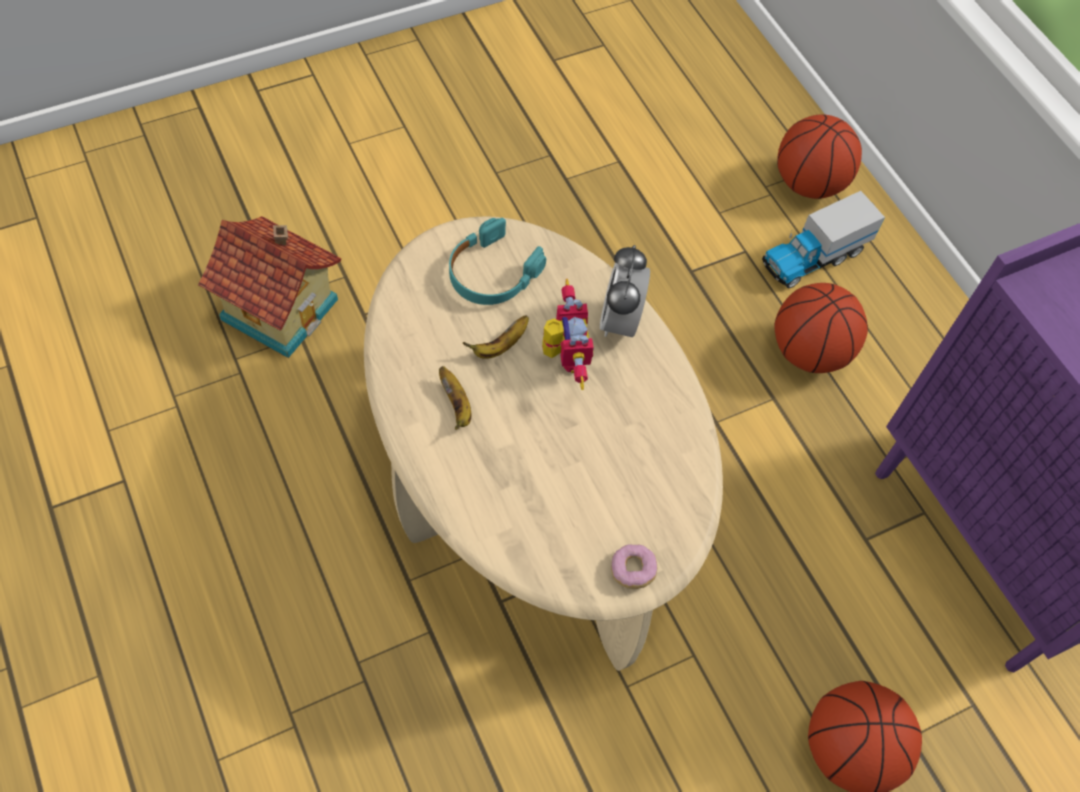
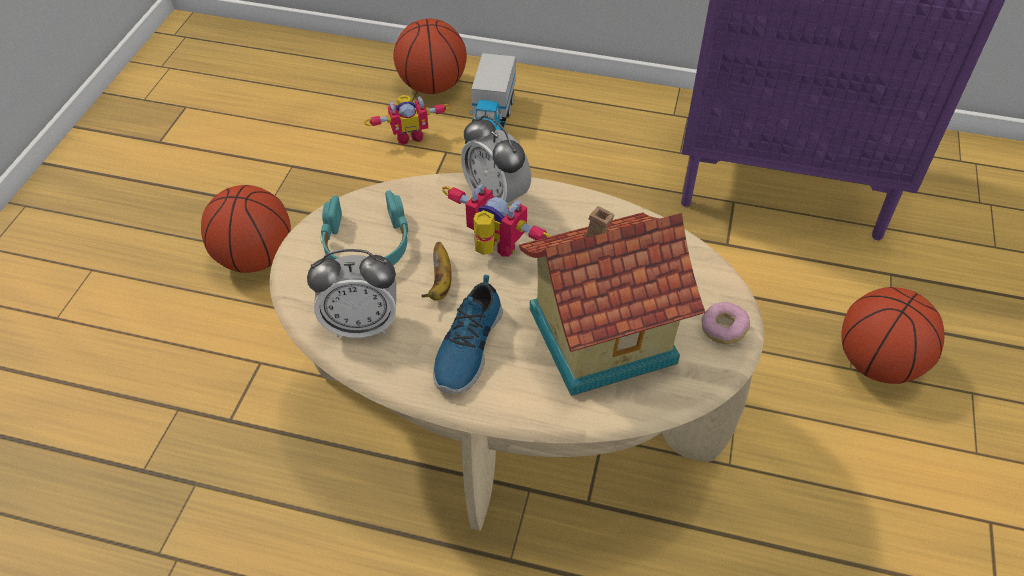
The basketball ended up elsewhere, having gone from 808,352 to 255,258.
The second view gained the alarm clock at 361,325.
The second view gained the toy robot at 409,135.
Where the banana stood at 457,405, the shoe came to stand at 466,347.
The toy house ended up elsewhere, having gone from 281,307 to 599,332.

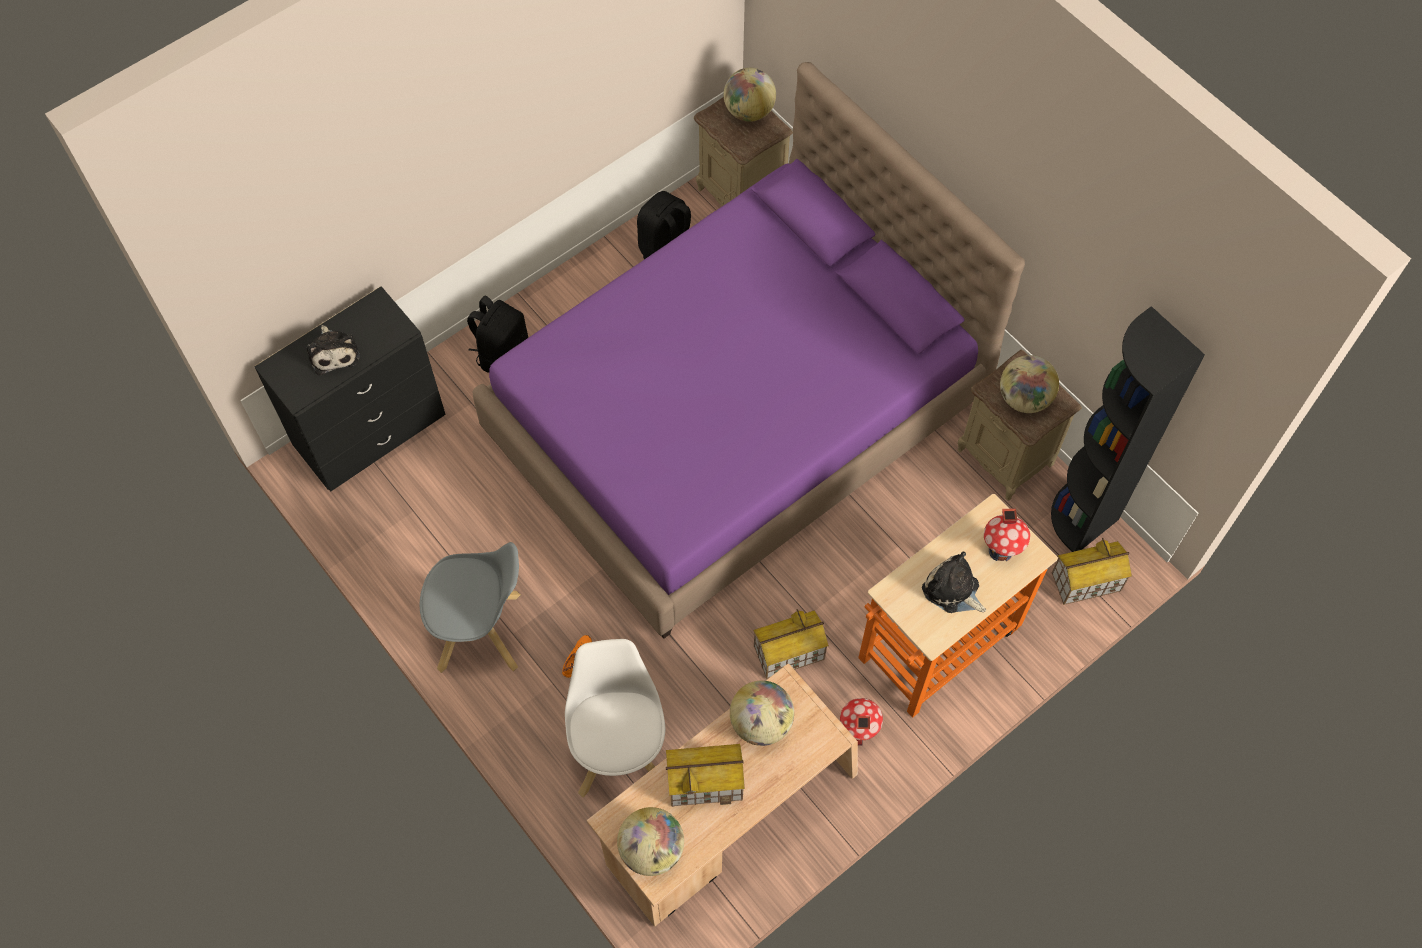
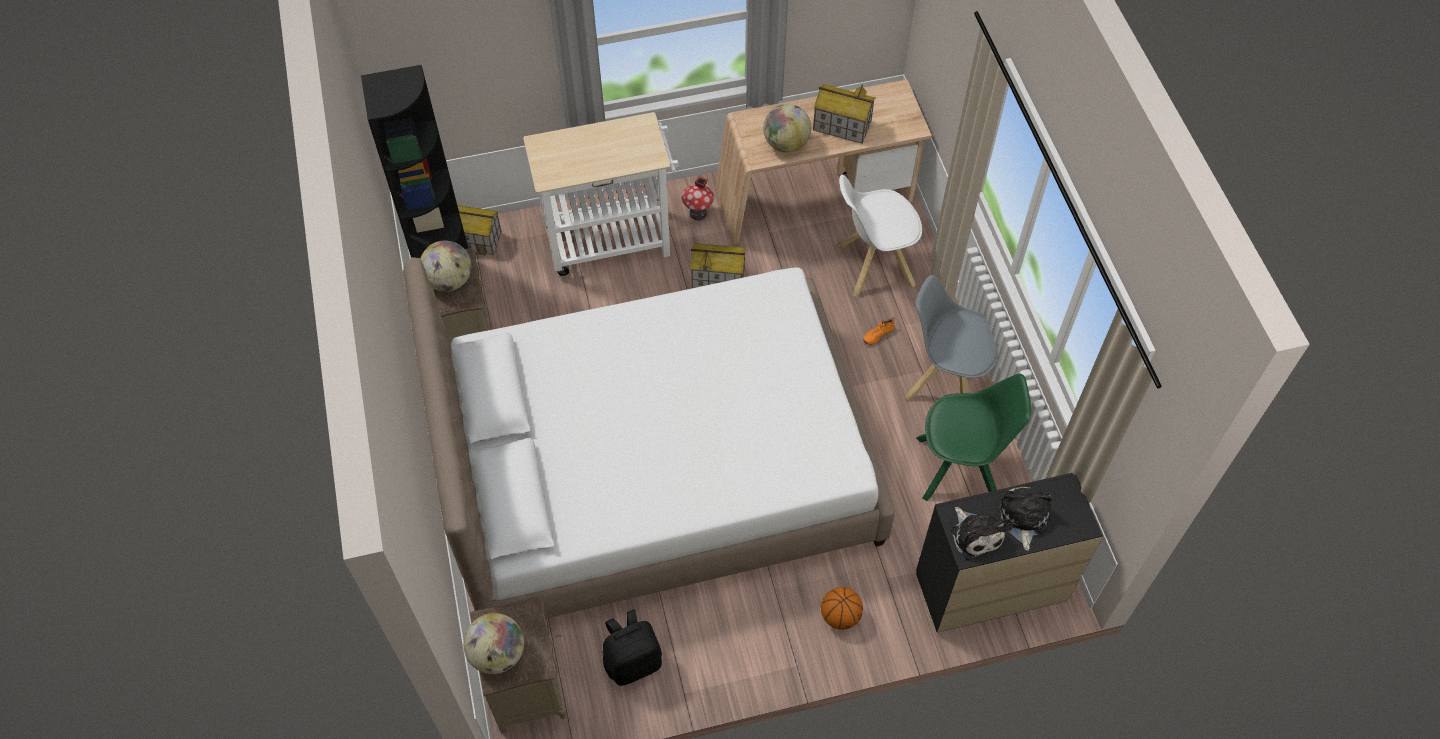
What was the purple bed at 736,415 turned into the white bed at 657,468.
What was the orange cart at 936,646 turned into the white cart at 610,241.
Where the black backpack stood at 502,353, the basketball came to stand at 840,616.
The white chair at 619,748 ended up facing another way, 60 degrees clockwise from before.
The second view gained the green chair at 960,468.
The plush toy ended up elsewhere, having gone from 952,590 to 975,535.
The second view lost the globe at 652,850.
The second view lost the toy house at 1000,550.

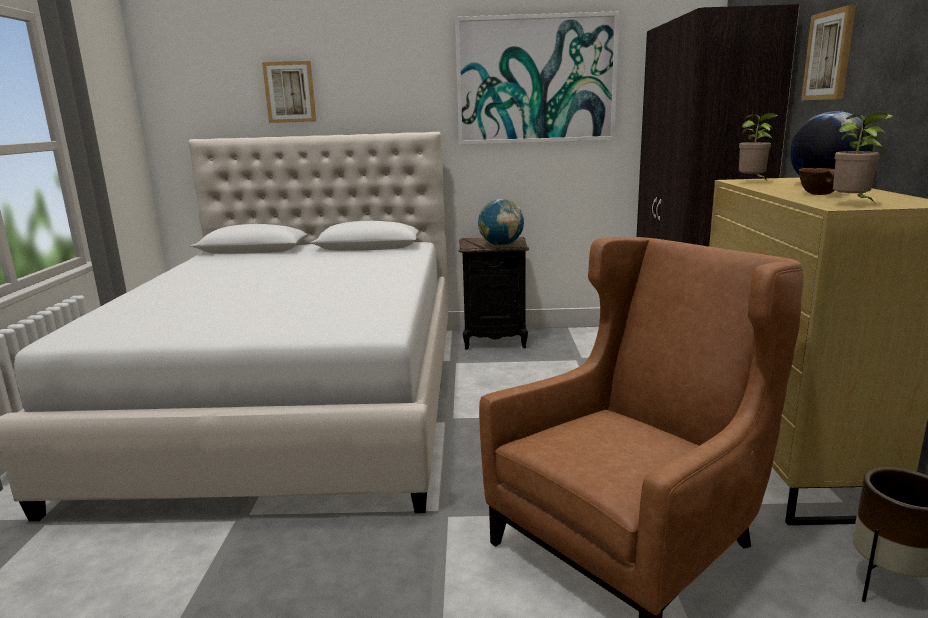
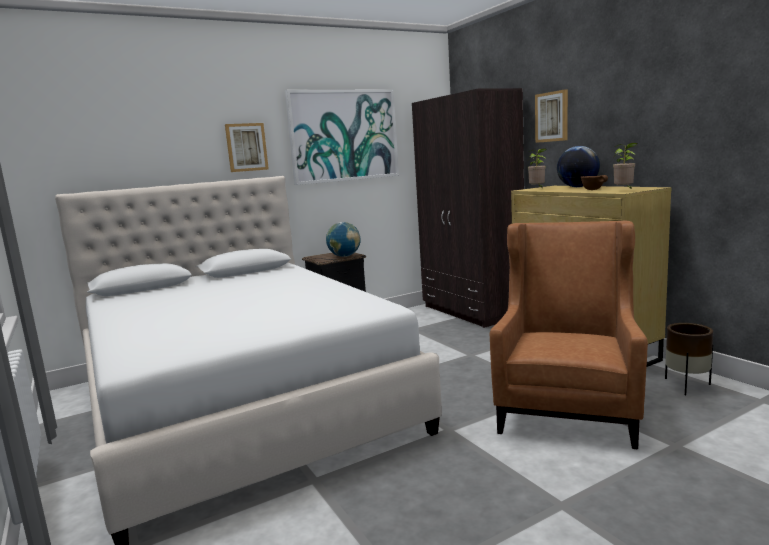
The picture ended up elsewhere, having gone from 290,92 to 246,147.

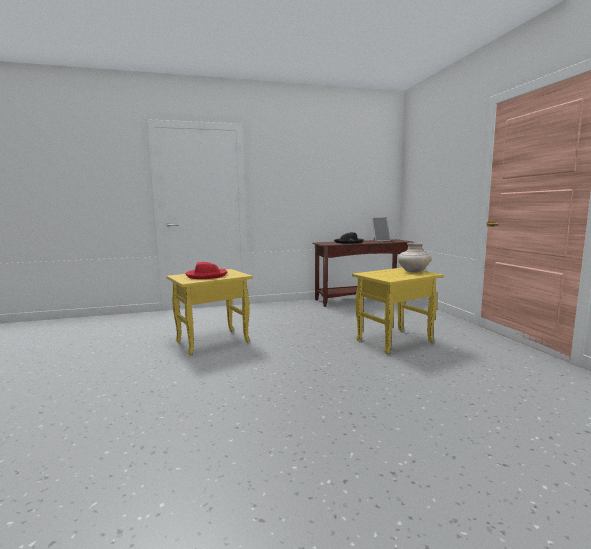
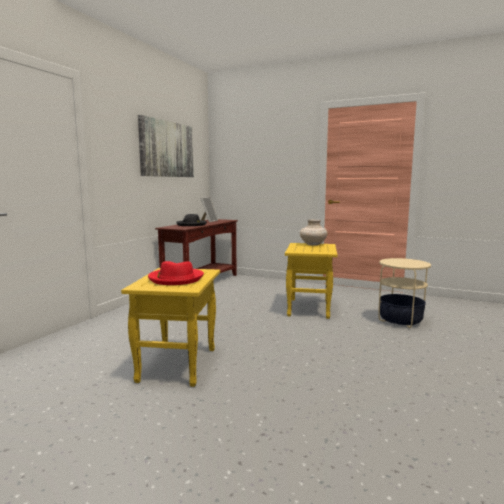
The second view gained the picture at 167,149.
The second view gained the beige side table at 400,321.

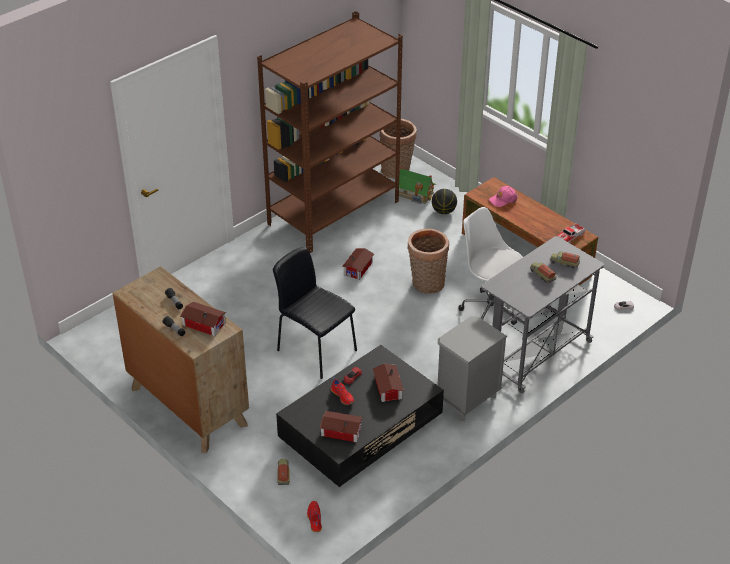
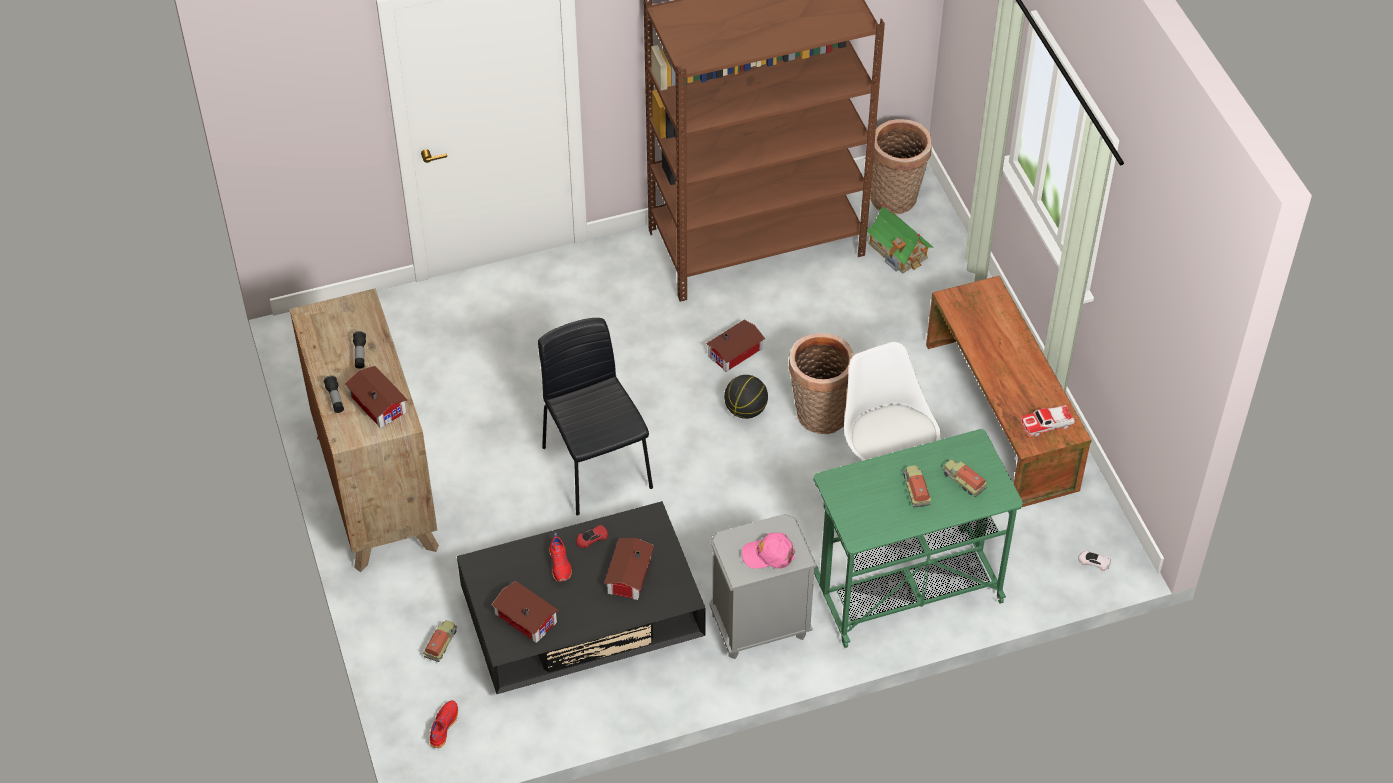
The basketball ended up elsewhere, having gone from 444,211 to 746,410.
The pink cap ended up elsewhere, having gone from 503,199 to 768,554.
What was the grey desk at 534,353 turned into the green desk at 905,588.

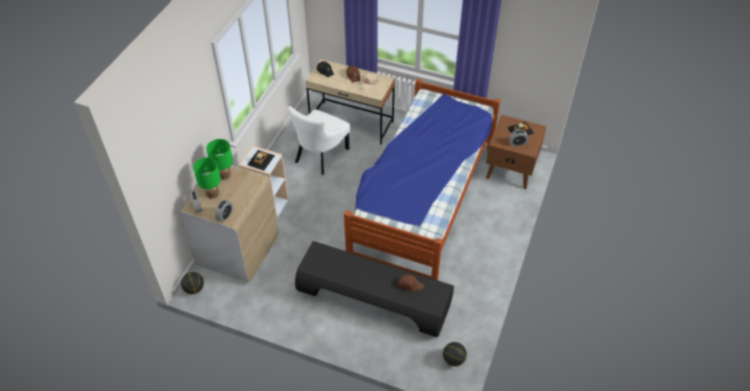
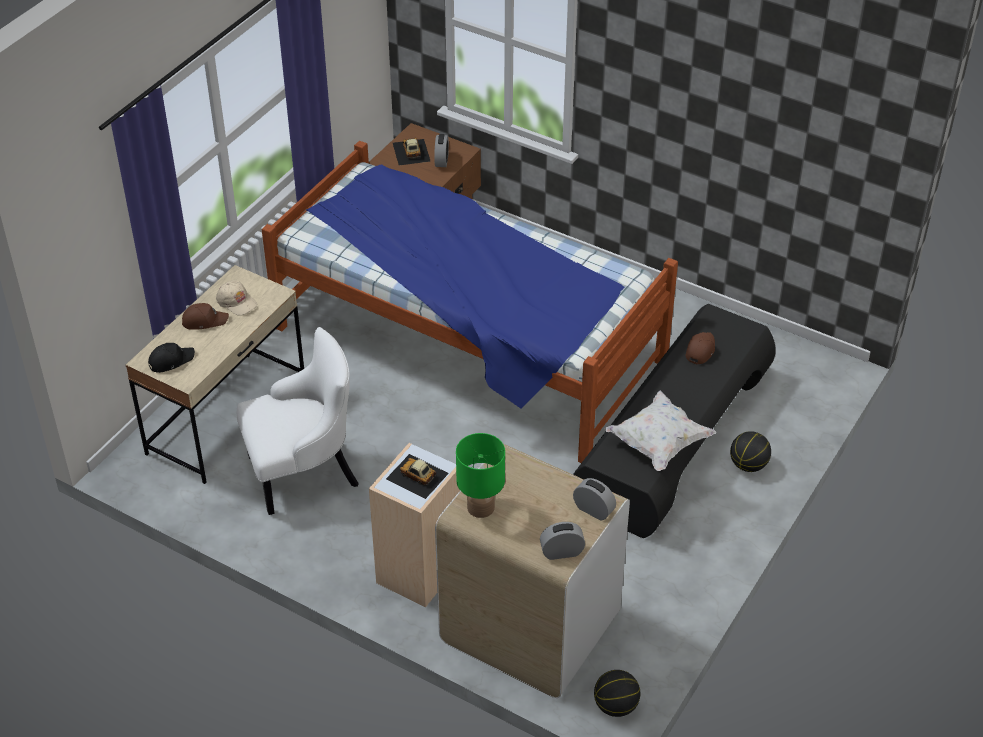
The white chair at 321,154 ended up facing another way, 60 degrees counterclockwise from before.
The second view gained the white pillow at 658,443.
The basketball ended up elsewhere, having gone from 453,359 to 748,465.
The second view lost the green table lamp at 212,193.

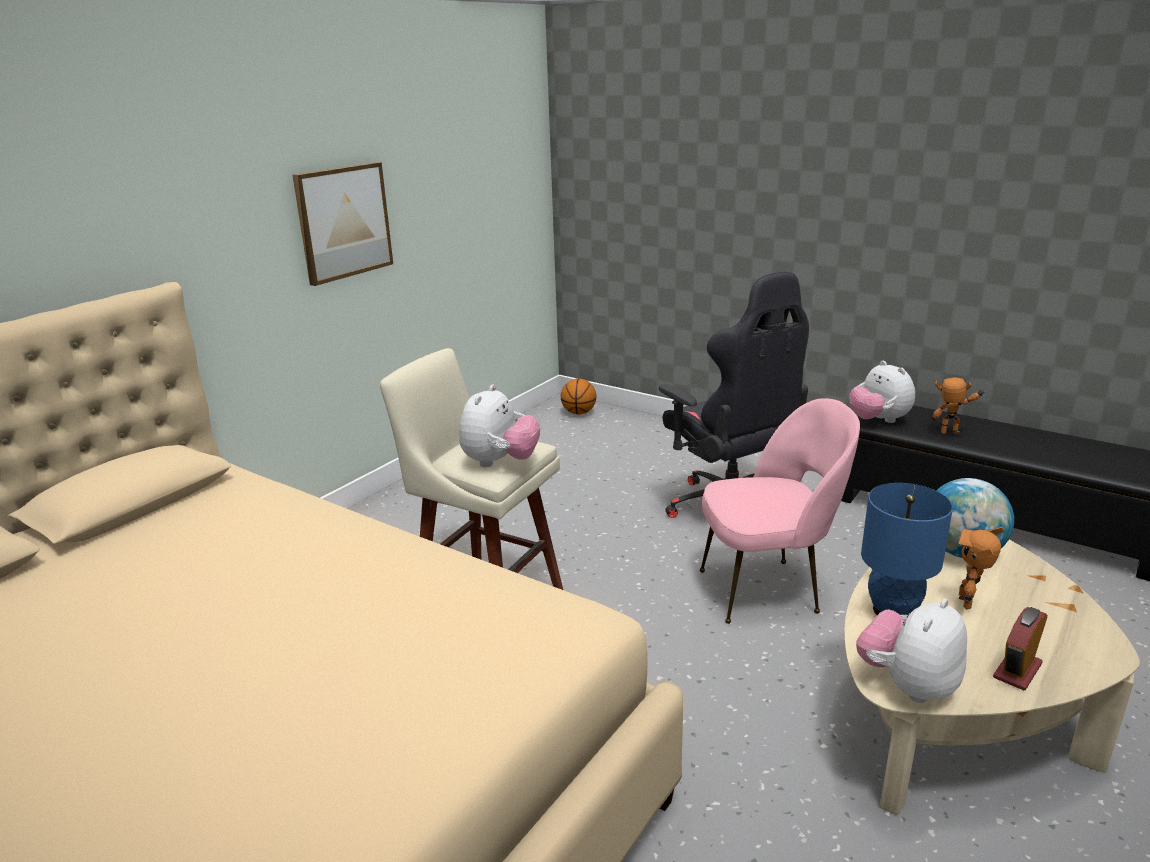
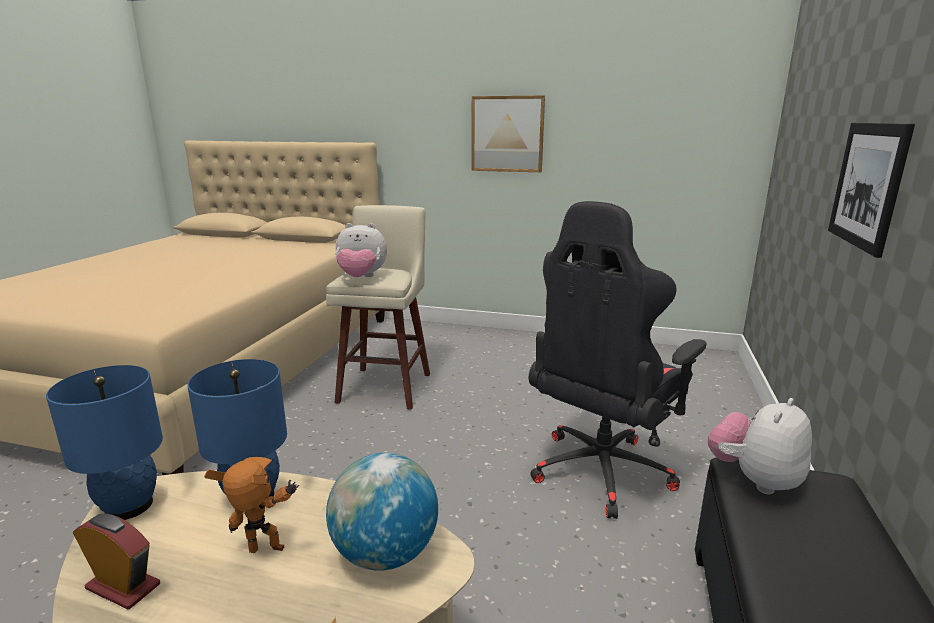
Where the plush toy stood at 908,685, the blue table lamp came to stand at 128,506.
The second view gained the picture at 867,185.
The second view lost the basketball at 579,413.
The second view lost the pink chair at 768,591.
The second view lost the toy robot at 951,434.

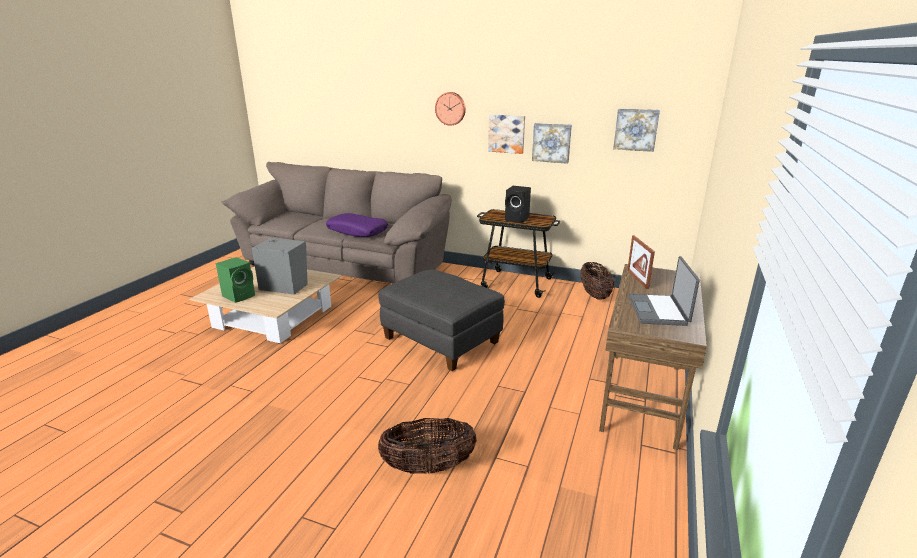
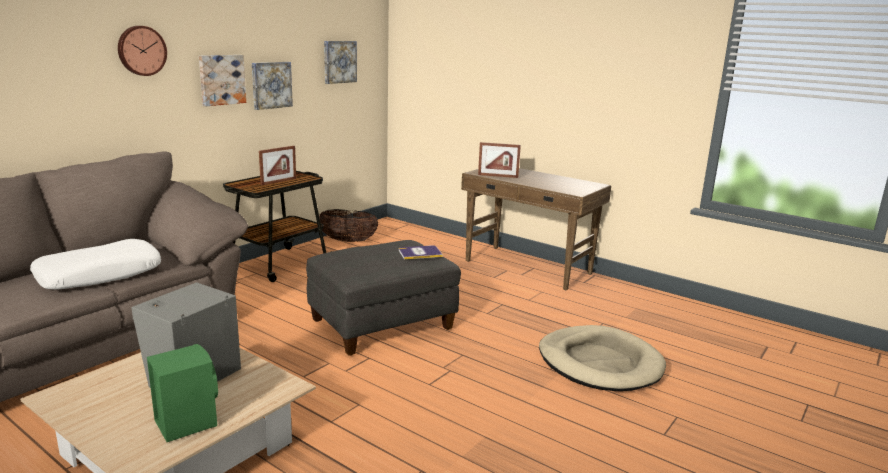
What was the purple pillow at 357,231 turned into the white pillow at 99,275.
Where the black speaker stood at 517,219, the picture frame came to stand at 278,181.
The second view gained the book at 420,253.
Where the basket stood at 428,467, the beige dog bed came to stand at 599,363.
The second view lost the laptop at 658,311.

